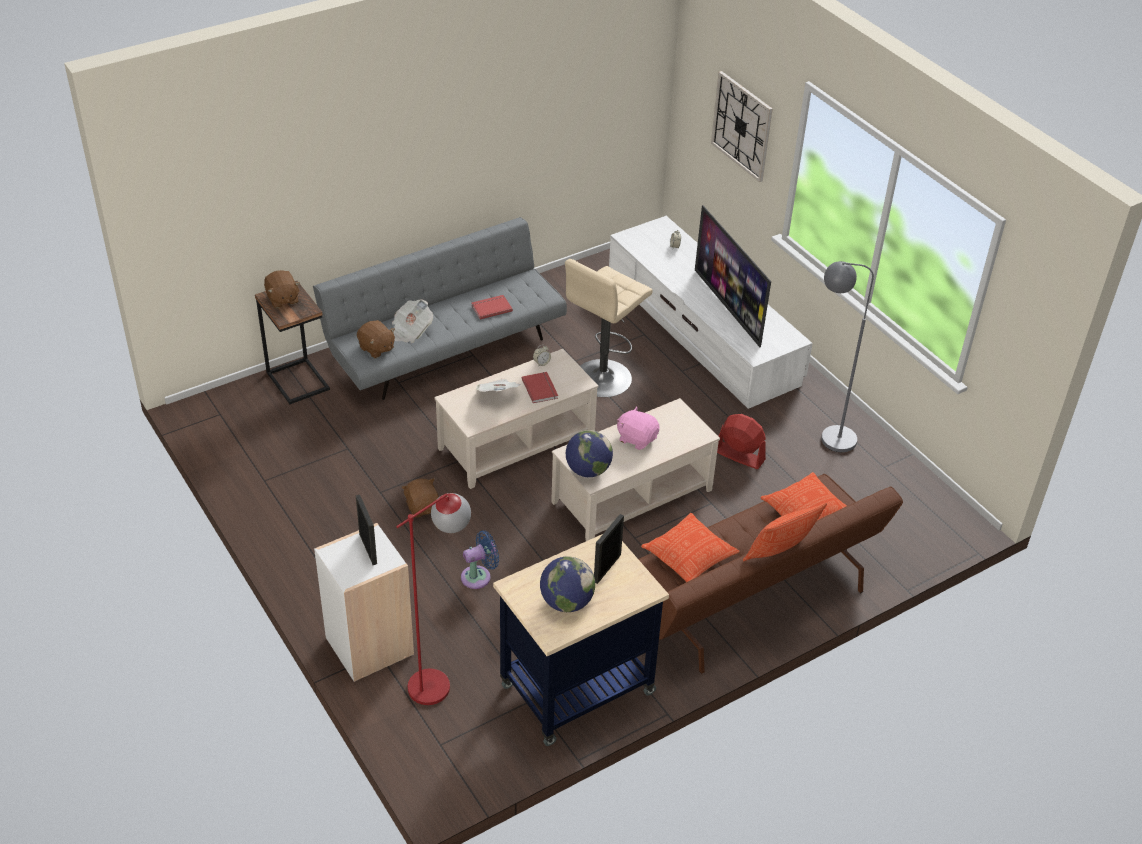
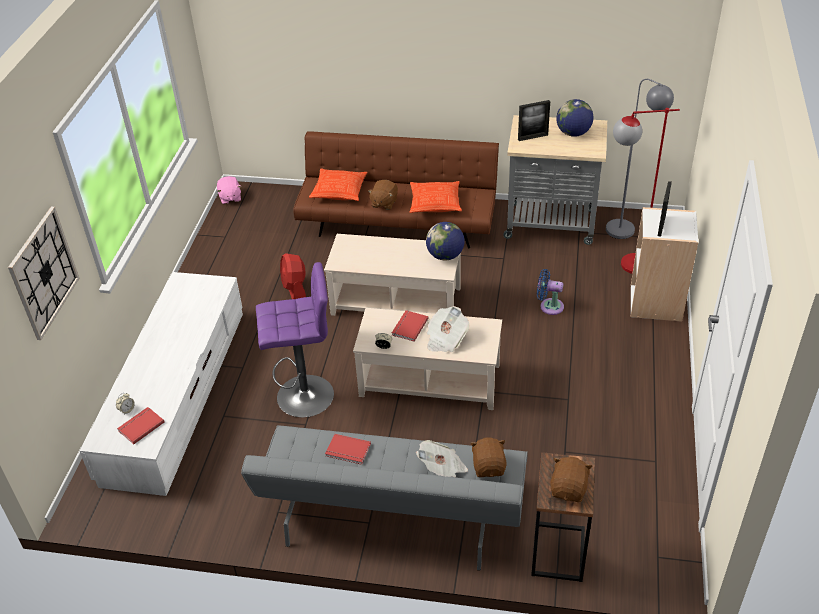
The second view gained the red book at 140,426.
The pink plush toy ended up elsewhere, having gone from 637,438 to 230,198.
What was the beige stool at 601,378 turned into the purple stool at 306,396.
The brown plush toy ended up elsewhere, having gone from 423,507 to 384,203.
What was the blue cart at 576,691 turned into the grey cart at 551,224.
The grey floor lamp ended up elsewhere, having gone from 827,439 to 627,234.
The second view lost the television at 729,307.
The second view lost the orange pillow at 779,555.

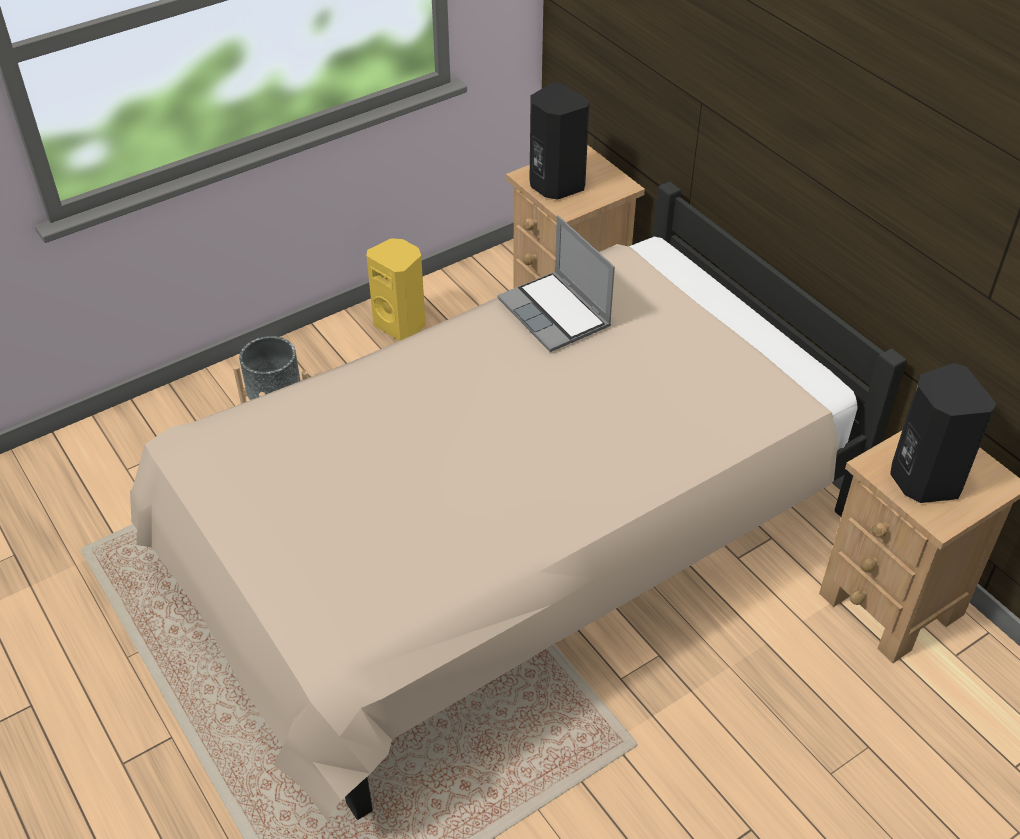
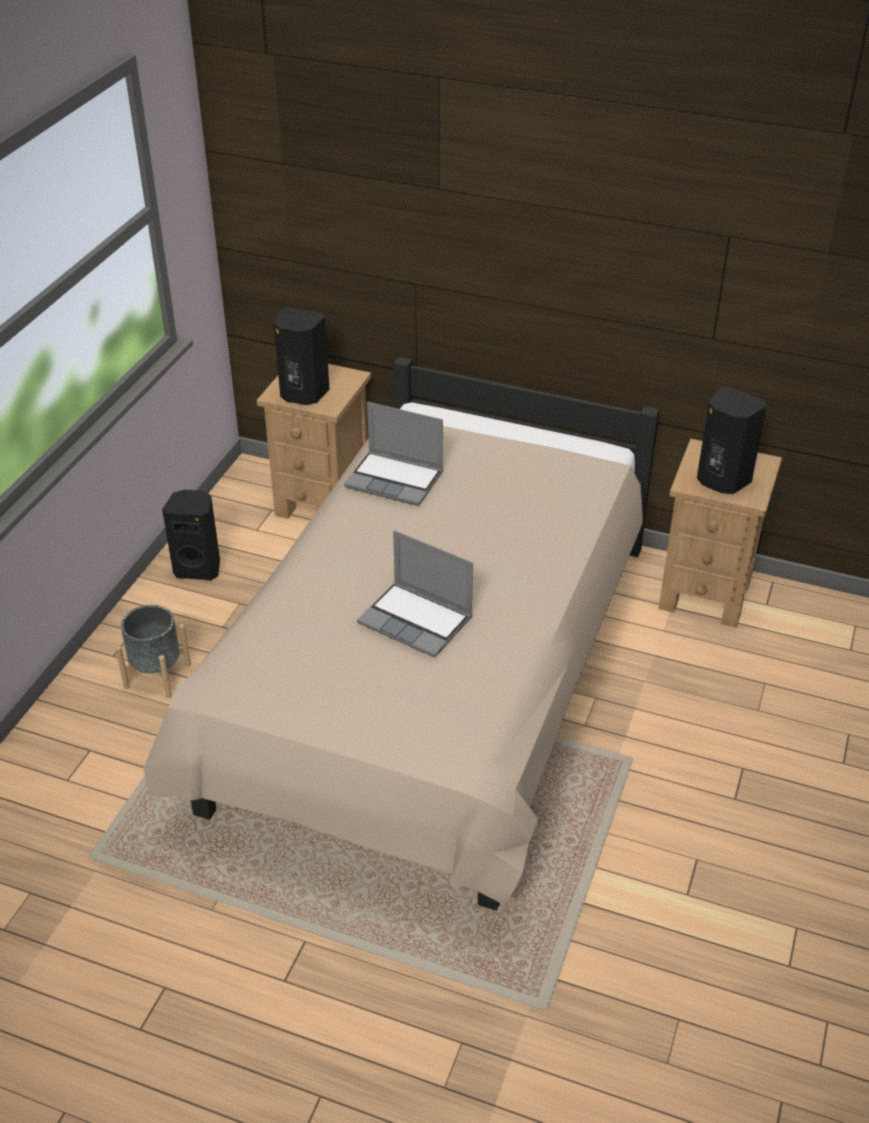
What was the yellow speaker at 401,324 turned into the black speaker at 199,568.
The second view gained the laptop at 417,621.

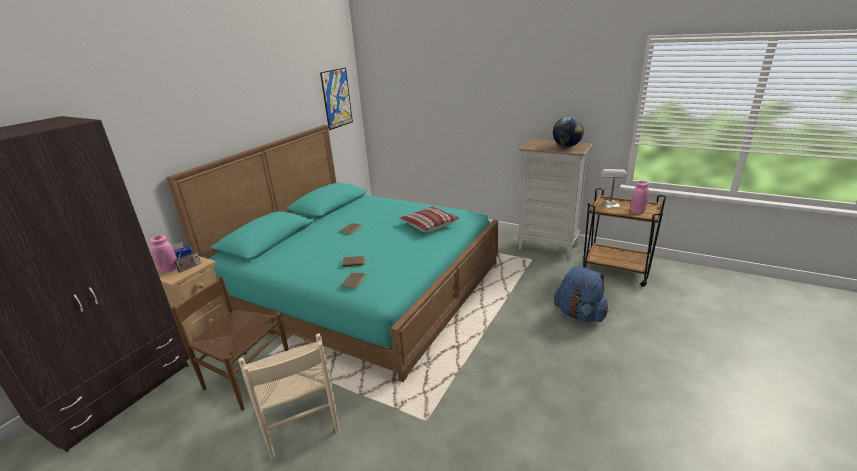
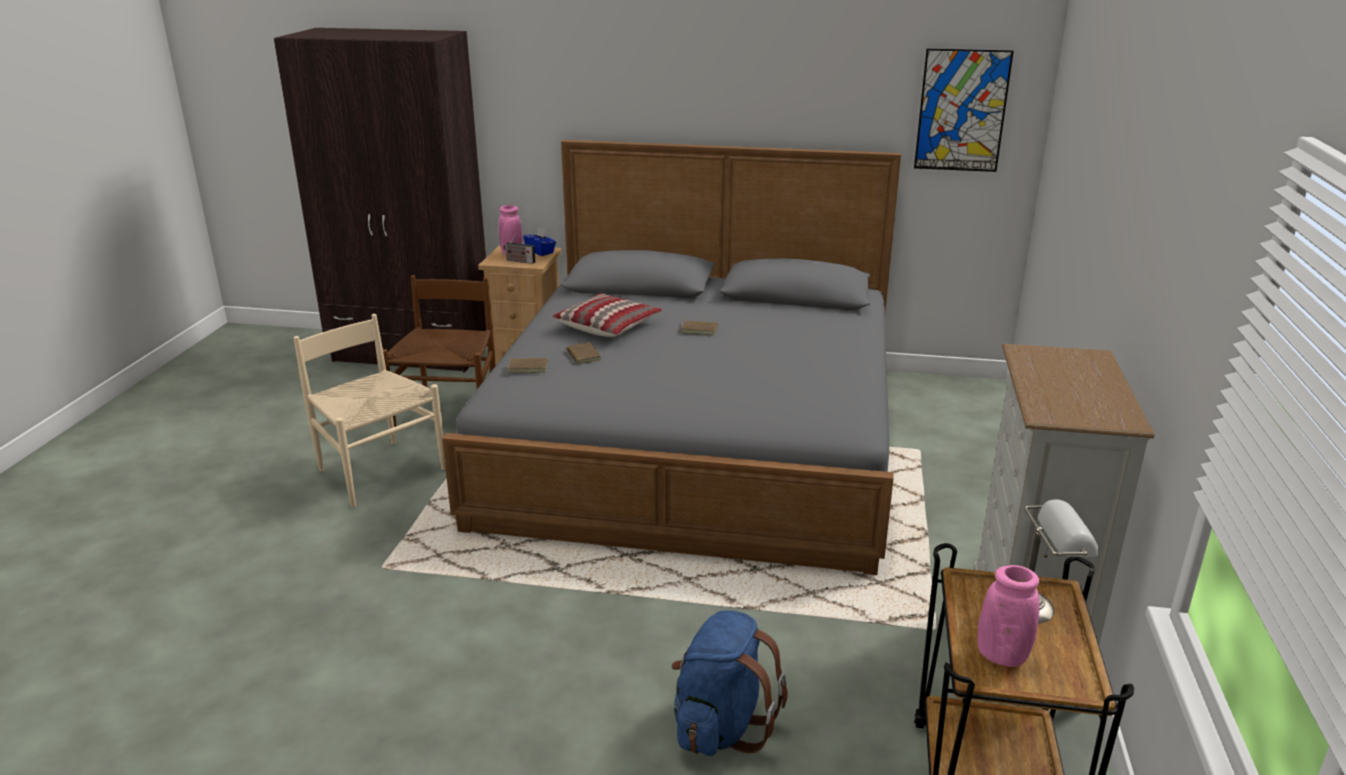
The beige chair at 299,421 ended up facing another way, 90 degrees clockwise from before.
What was the turquoise bed at 362,286 turned into the grey bed at 696,439.
The pillow ended up elsewhere, having gone from 429,225 to 608,325.
The second view lost the globe at 566,146.

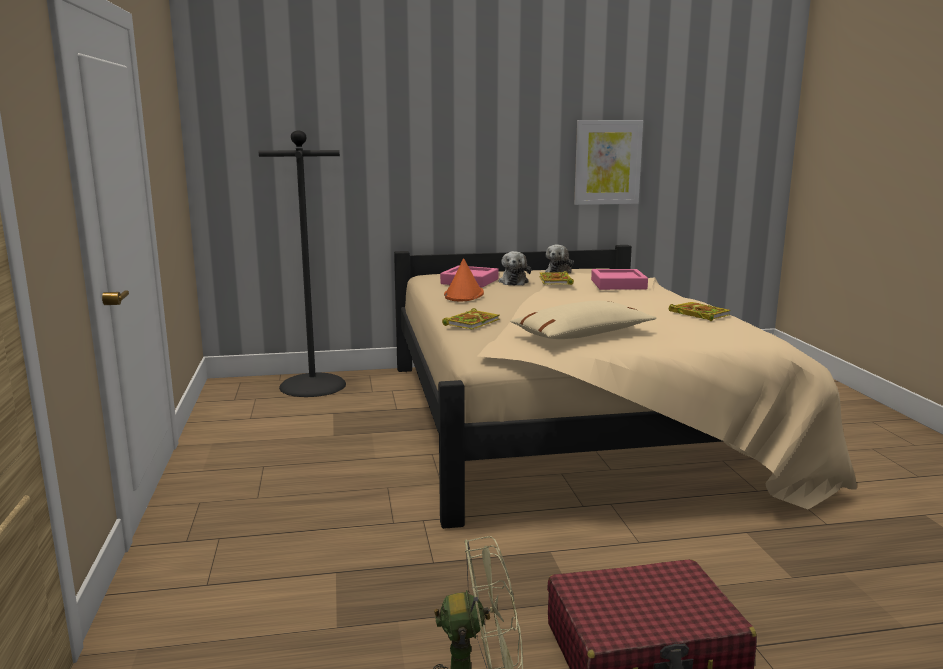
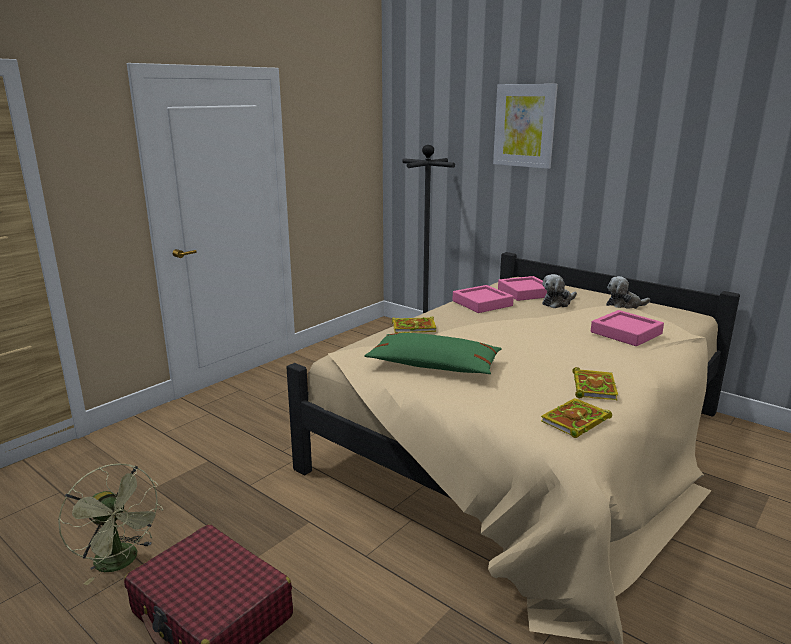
What was the beige pillow at 582,335 turned into the green pillow at 433,366.
Where the orange hat stood at 464,295, the pink tray came to stand at 482,303.
The picture ended up elsewhere, having gone from 607,162 to 524,125.
The book ended up elsewhere, having gone from 556,281 to 575,422.

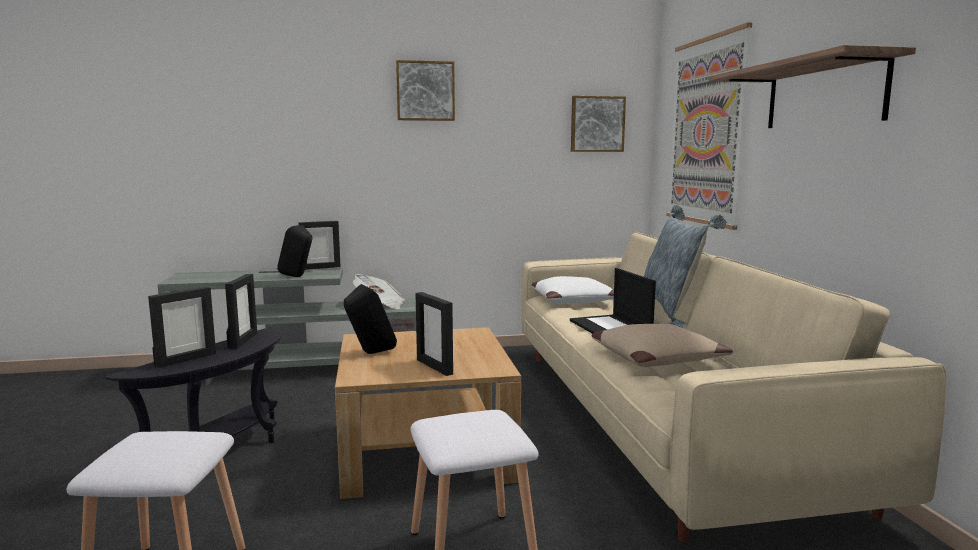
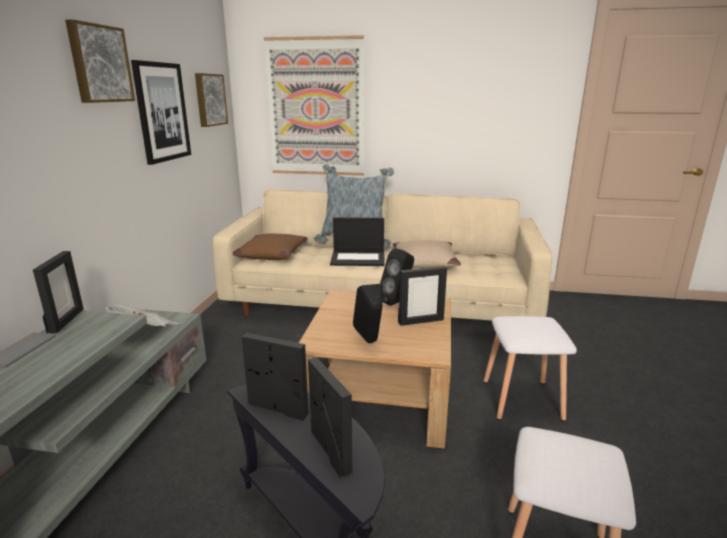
The second view gained the picture at 162,112.
What was the white pillow at 574,301 turned into the brown pillow at 271,254.
The black speaker ended up elsewhere, having gone from 298,277 to 397,301.
The second view lost the shelf at 823,95.

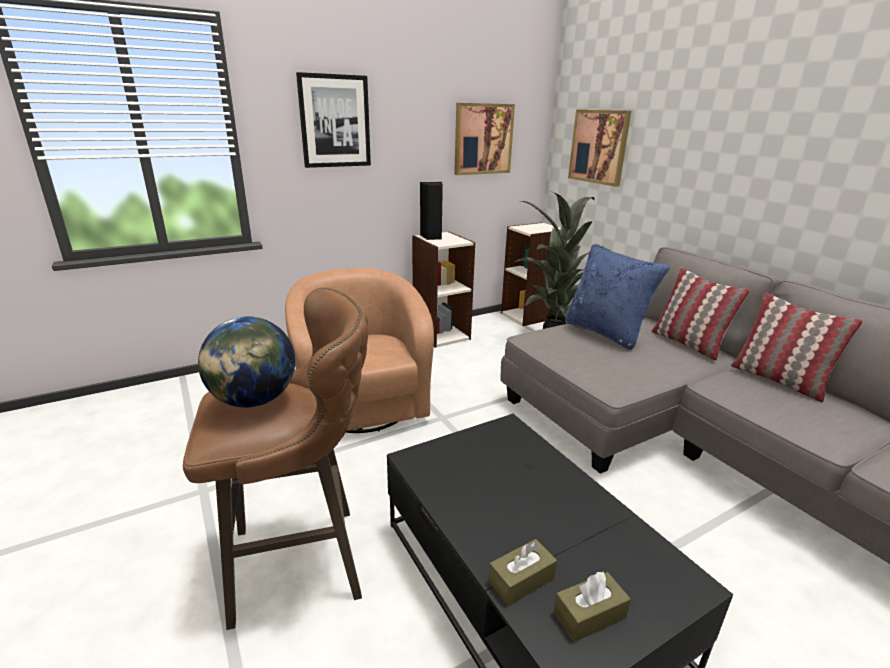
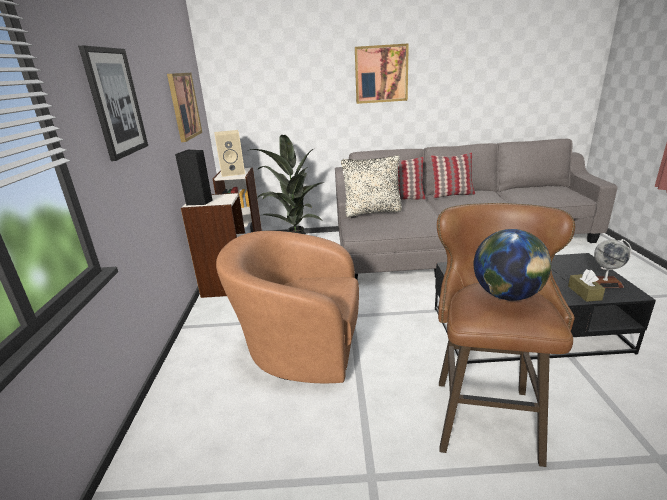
The second view gained the beige speaker at 233,173.
What was the blue pillow at 604,335 turned into the beige pillow at 373,213.
The picture ended up elsewhere, having gone from 599,147 to 381,74.
Where the brown tissue box stood at 589,615, the globe came to stand at 604,283.

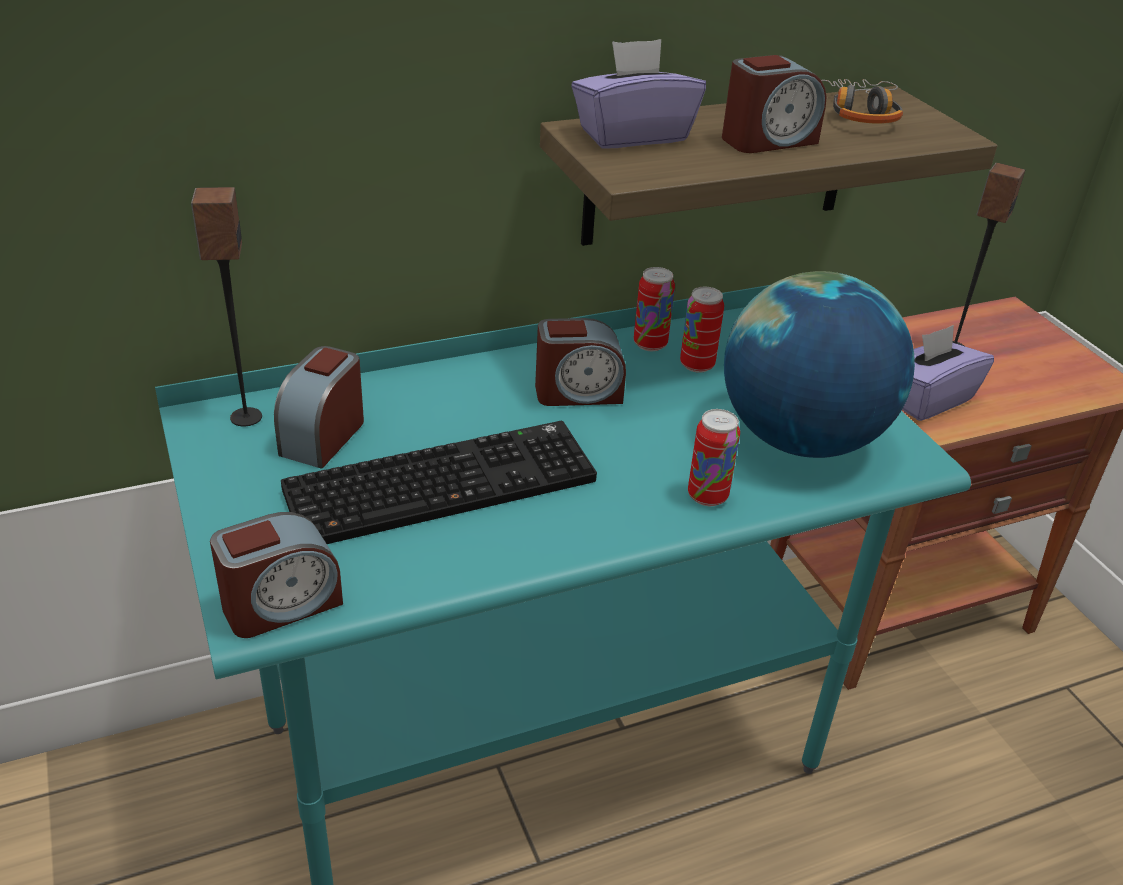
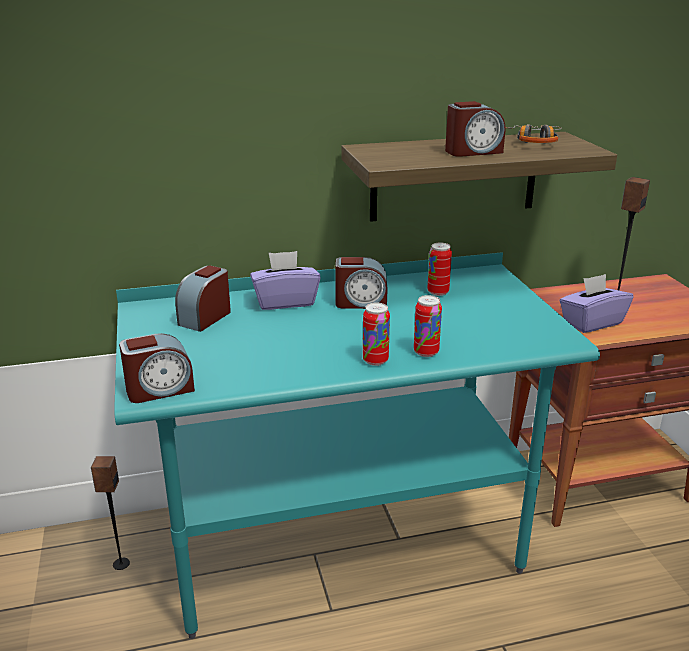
The speaker ended up elsewhere, having gone from 245,417 to 121,564.
The purple tissue box ended up elsewhere, having gone from 632,135 to 285,301.
The can ended up elsewhere, having gone from 650,344 to 375,360.
The second view lost the keyboard at 443,482.
The second view lost the globe at 800,439.

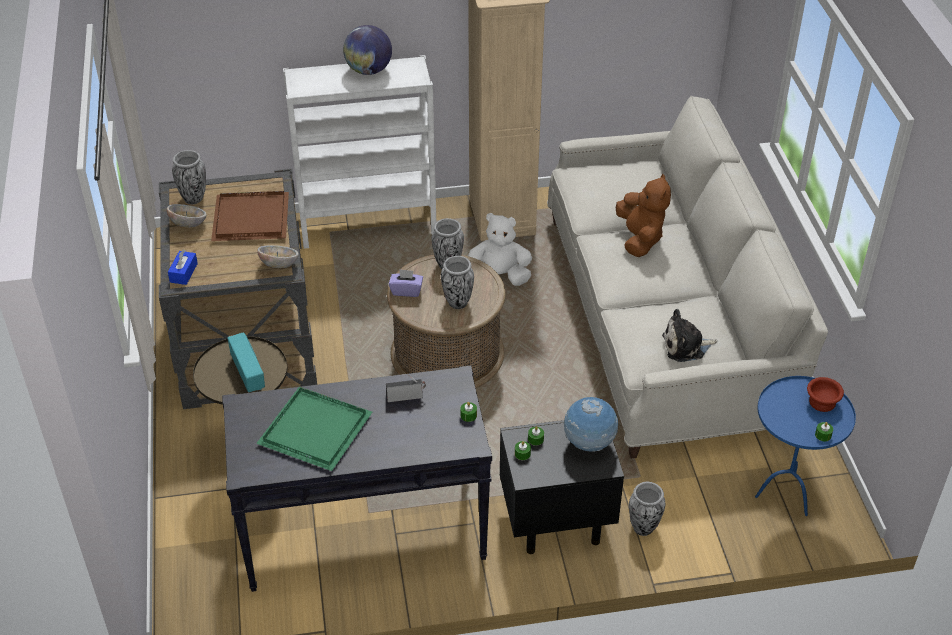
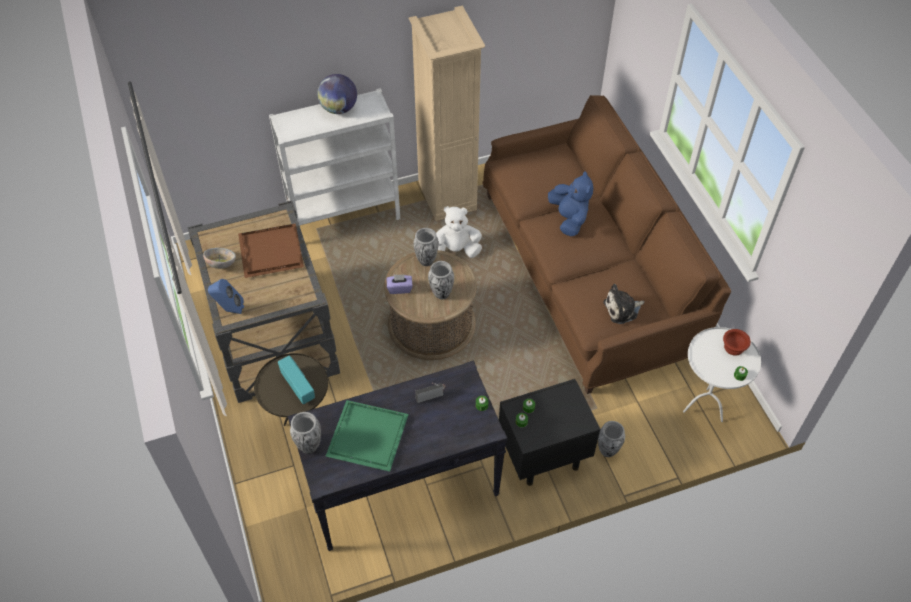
Where the blue tissue box stood at 183,273, the blue speaker came to stand at 229,310.
The vase ended up elsewhere, having gone from 193,198 to 309,445.
What was the white sofa at 664,321 turned into the brown sofa at 588,272.
What was the brown plush toy at 640,238 turned into the blue plush toy at 569,219.
What was the blue side table at 785,495 turned into the white side table at 704,407.
The second view lost the bowl at 279,265.
The second view lost the globe at 589,444.

